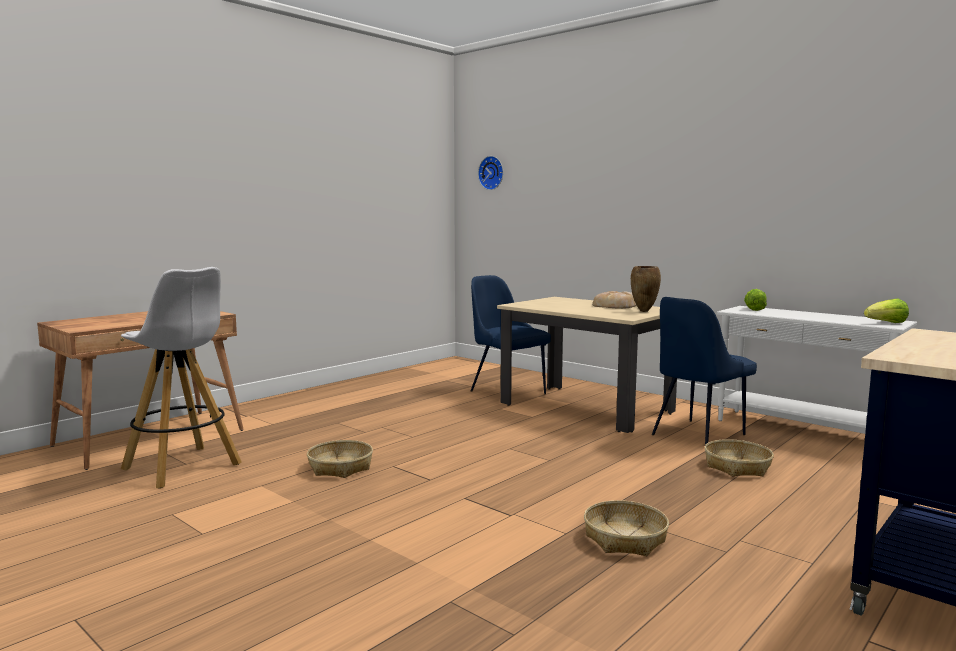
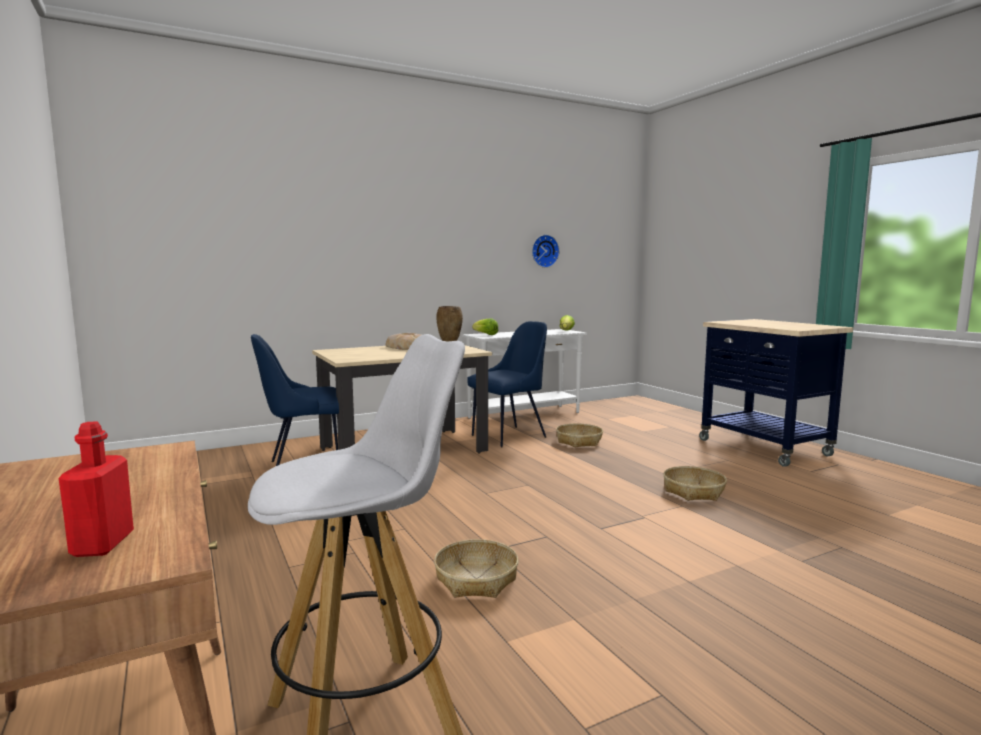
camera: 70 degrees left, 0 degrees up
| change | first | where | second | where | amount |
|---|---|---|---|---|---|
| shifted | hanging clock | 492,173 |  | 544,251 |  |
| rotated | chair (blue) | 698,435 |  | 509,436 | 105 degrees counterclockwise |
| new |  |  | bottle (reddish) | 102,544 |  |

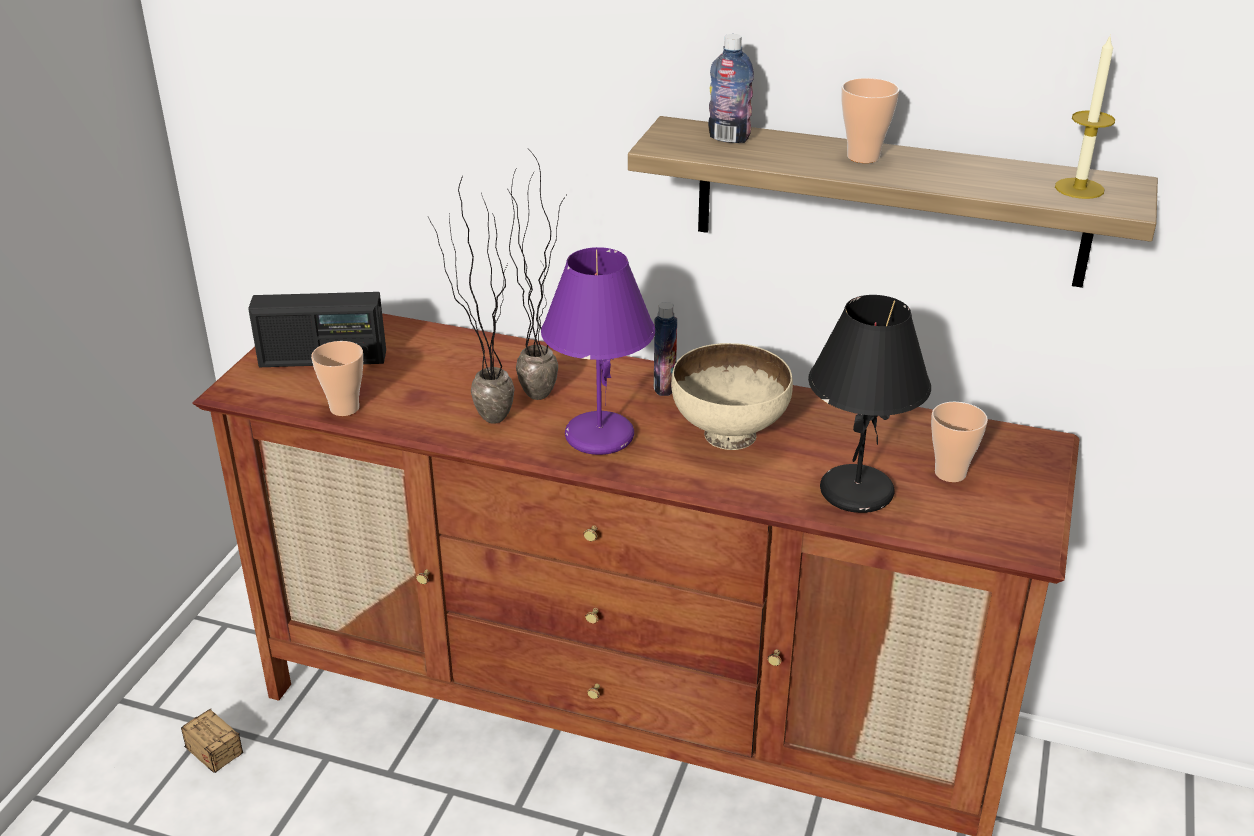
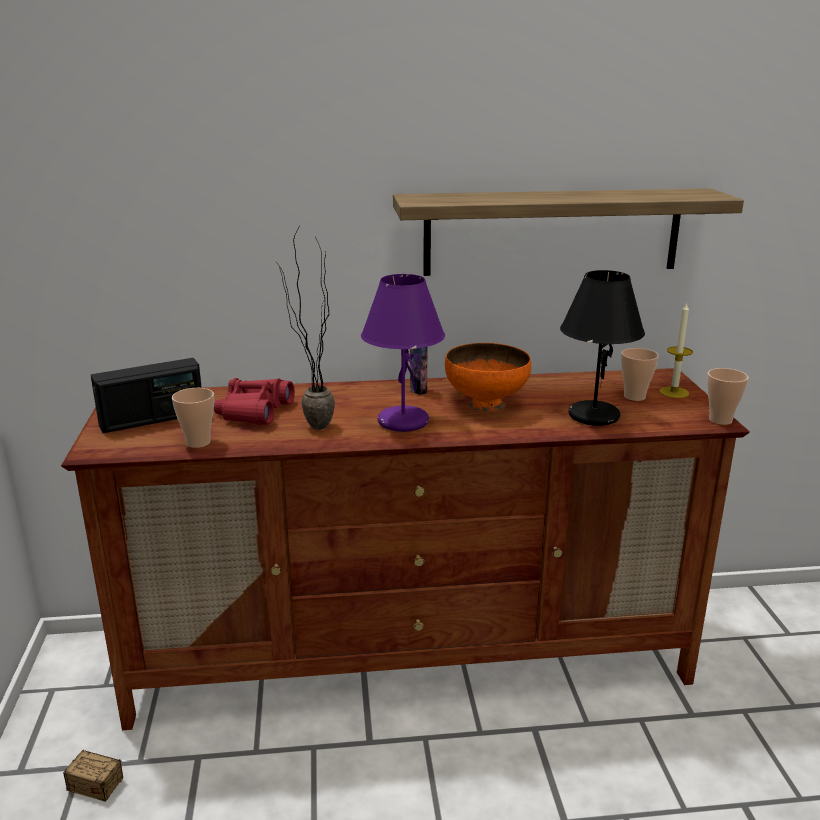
camera: 25 degrees left, 10 degrees down
| change | first | where | second | where | amount |
|---|---|---|---|---|---|
| gone | potted plant | 544,389 |  |  |  |
| repainted | deep dish (beige) | 728,434 | deep dish (orangey) | 485,405 |  |
| gone | bottle | 729,138 |  |  |  |
| shifted | drinking cup | 863,157 |  | 720,420 |  |
| shifted | candle | 1079,188 |  | 674,392 |  |
| new |  |  | pair of binoculars (reddish) | 254,412 |  |

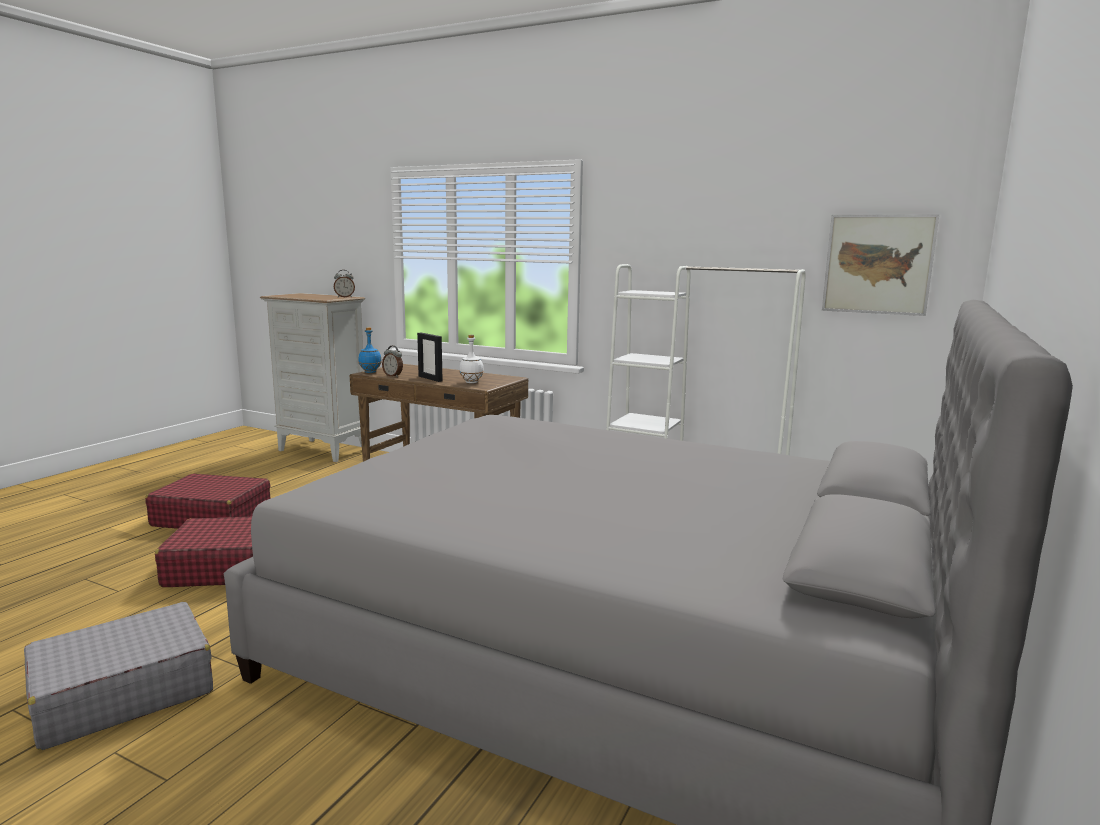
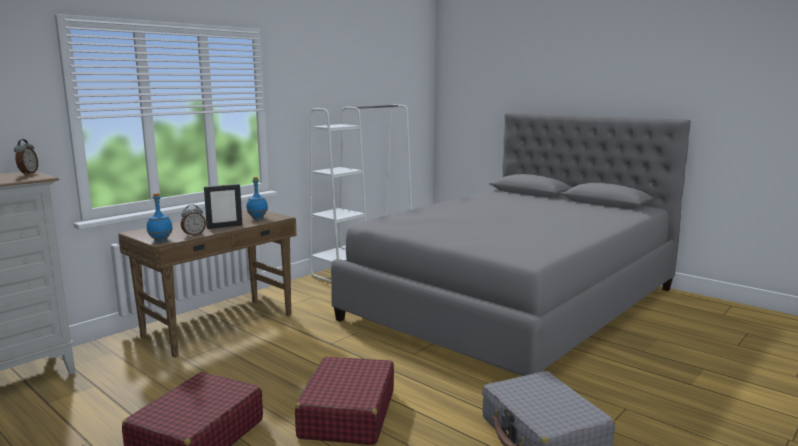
camera: 75 degrees left, 0 degrees up
| change | first | where | second | where | amount |
|---|---|---|---|---|---|
| repainted | bottle (whitish) | 471,382 | bottle (blue) | 257,218 |  |
| gone | wall art | 878,264 |  |  |  |

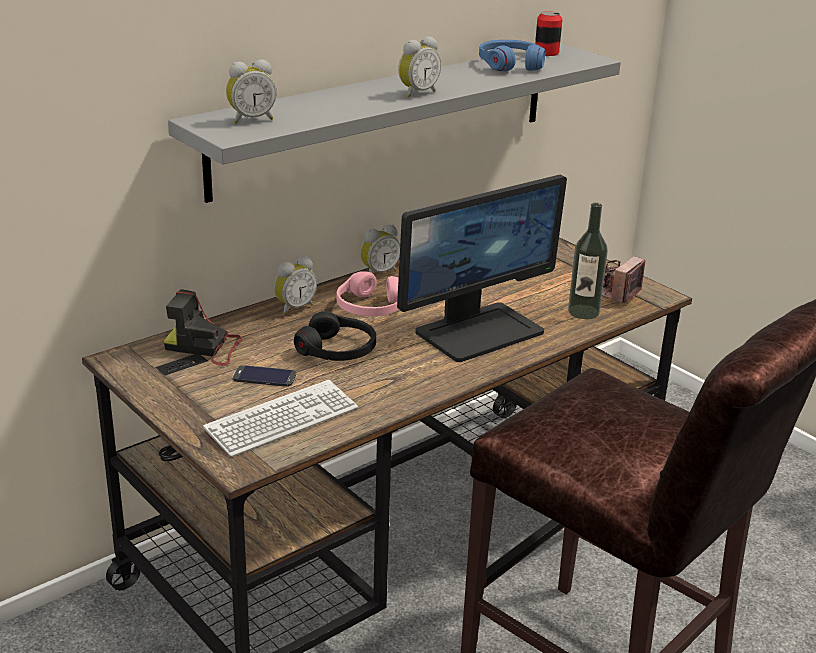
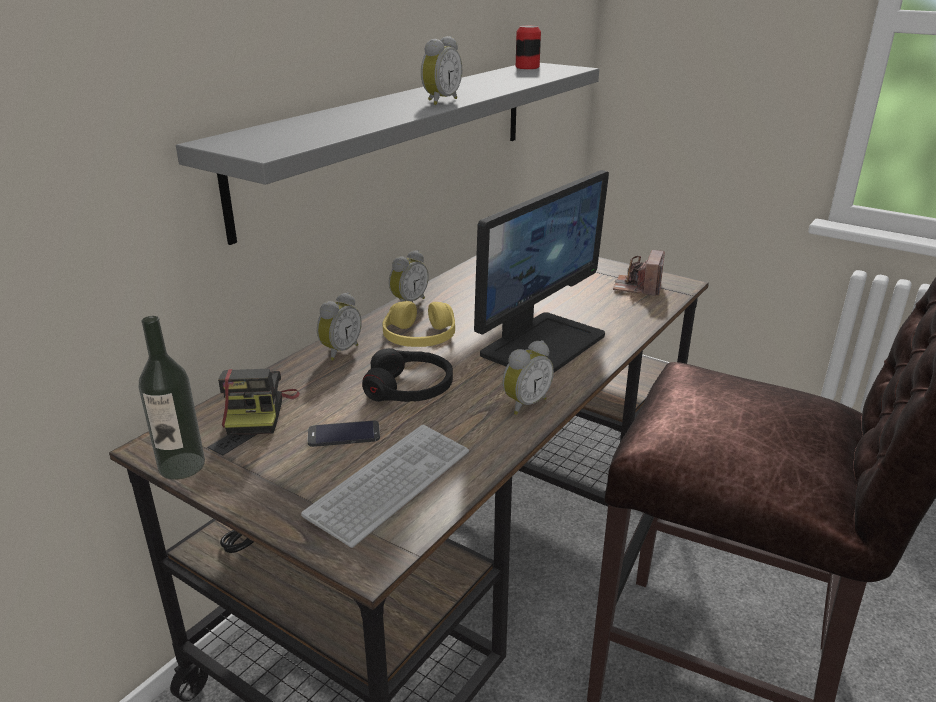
camera: 15 degrees left, 0 degrees up
| change | first | where | second | where | amount |
|---|---|---|---|---|---|
| rotated | still camera | 205,347 |  | 259,412 | 90 degrees counterclockwise |
| shifted | bedside clock | 251,119 |  | 524,403 |  |
| repainted | headset (pink-coloured) | 370,307 | headset (yellow-coloured) | 419,337 |  |
| gone | headset (blue) | 510,65 |  |  |  |
| shifted | bottle | 583,312 |  | 182,466 |  |

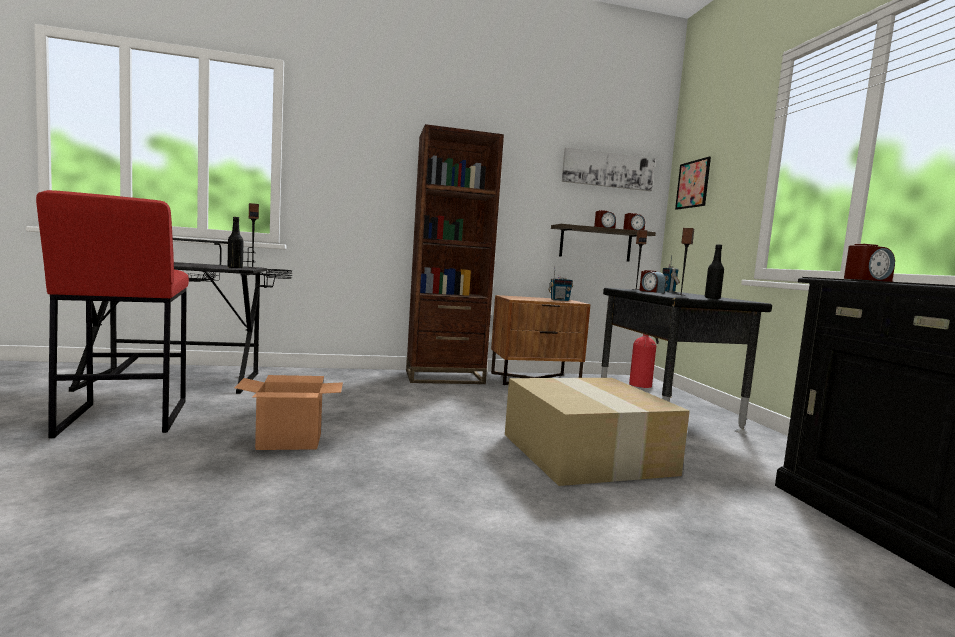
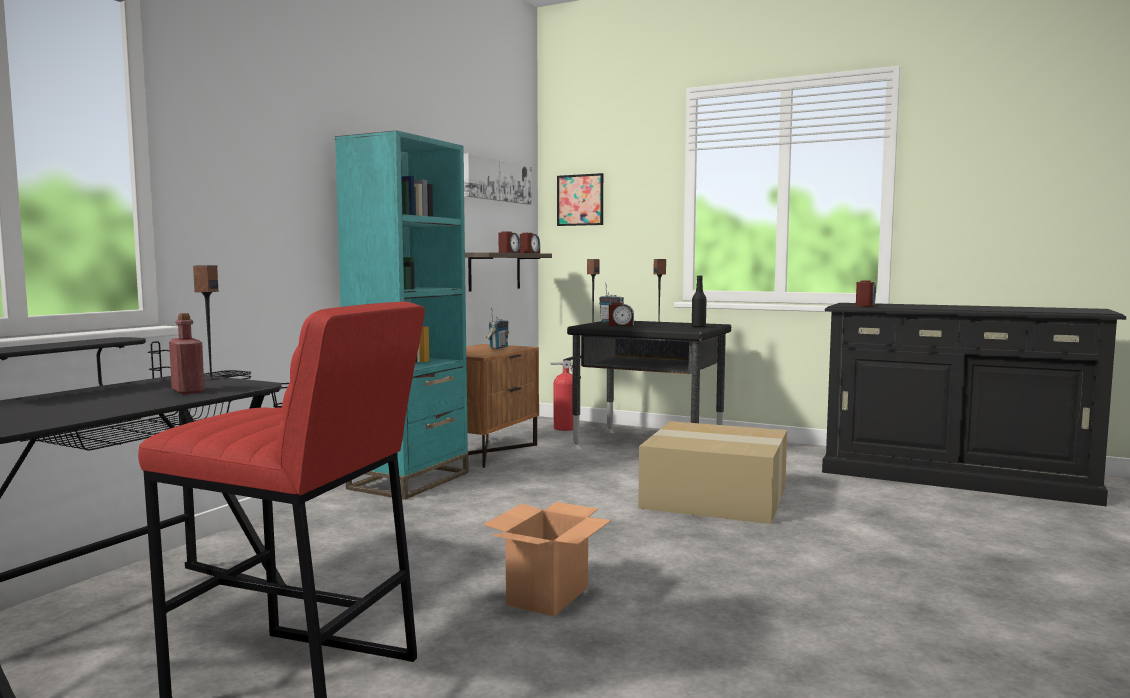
camera: 50 degrees left, 0 degrees up
| change | first | where | second | where | amount |
|---|---|---|---|---|---|
| gone | bottle (black) | 235,268 |  |  |  |
| repainted | bookcase (brown-coloured) | 444,377 | bookcase (blue-green) | 410,480 |  |
| new |  |  | bottle (reddish) | 188,391 |  |

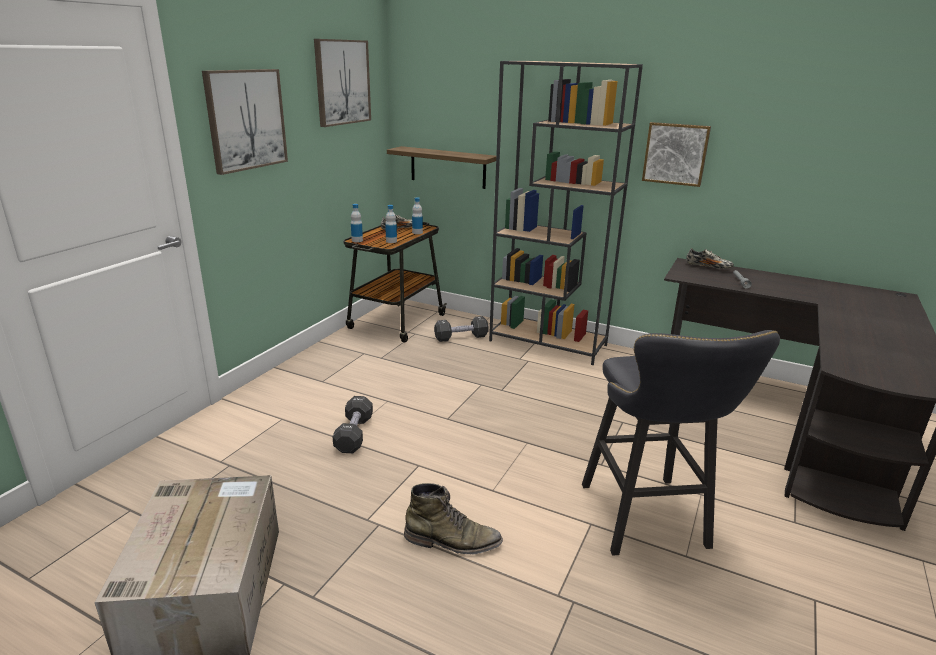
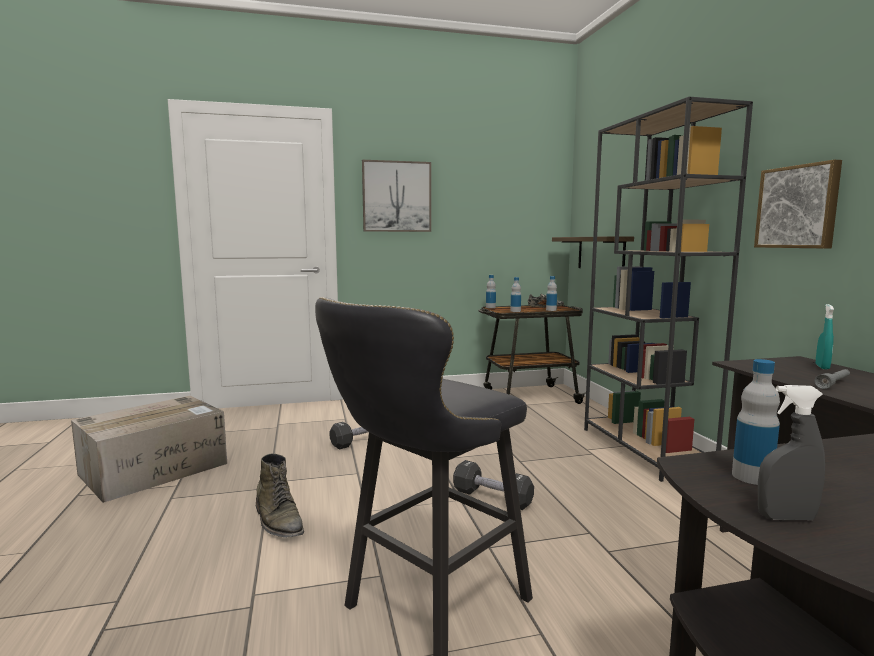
camera: 50 degrees right, 15 degrees down
| change | first | where | second | where | amount |
|---|---|---|---|---|---|
| gone | wall art | 342,82 |  |  |  |
| shifted | free weight (black) | 461,337 |  | 492,498 |  |
| swapped | low shoe | 708,267 | sprayer (blue-green) | 822,367 |  |
| new |  |  | bottle | 752,477 |  |
| new |  |  | sprayer (gray) | 786,517 |  |

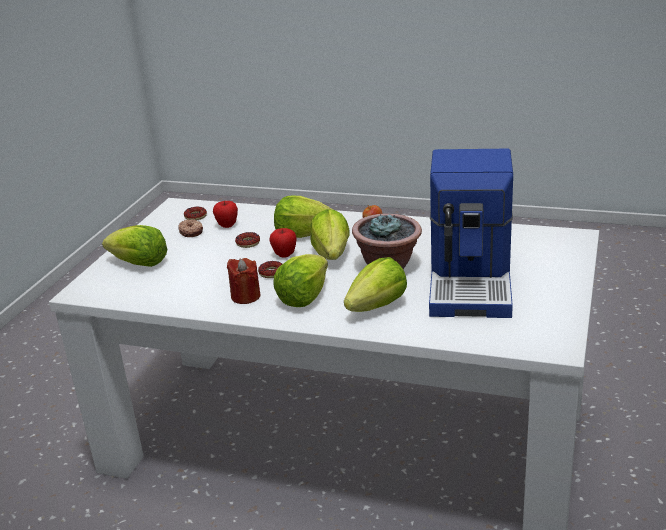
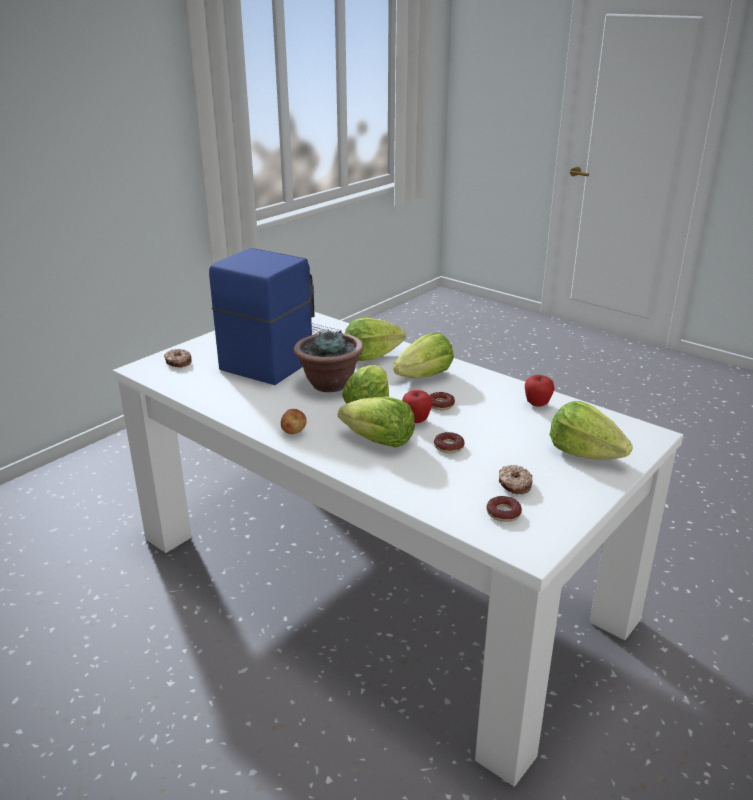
camera: 160 degrees left, 0 degrees up
| change | first | where | second | where | amount |
|---|---|---|---|---|---|
| shifted | whole apple | 227,225 |  | 537,404 |  |
| gone | candle (reddish) | 245,296 |  |  |  |
| new |  |  | ring doughnut | 178,362 |  |

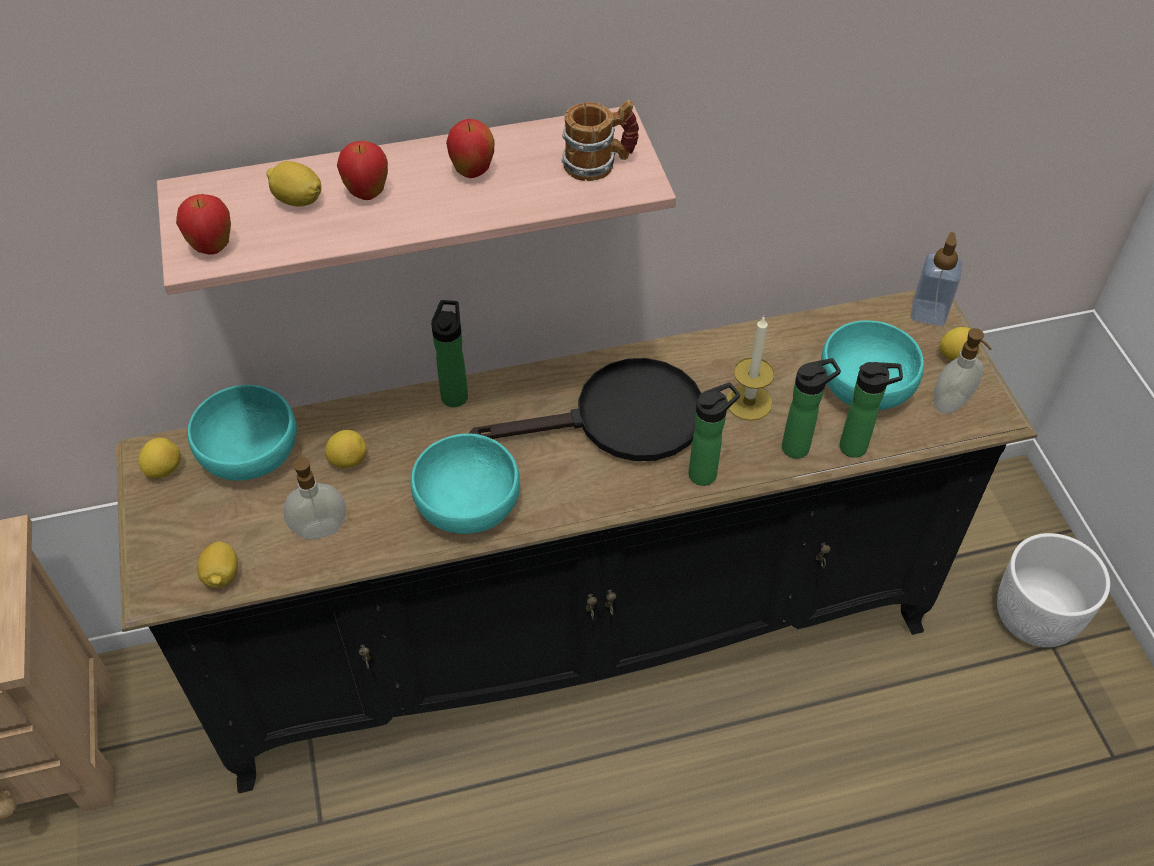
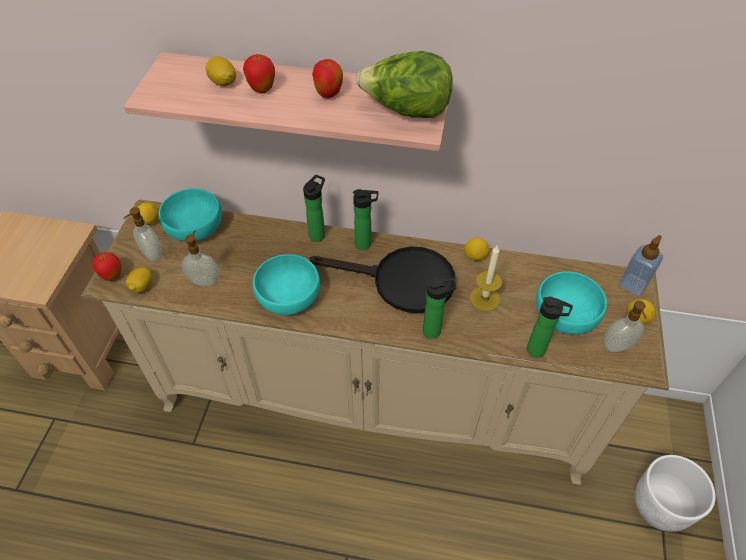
camera: 25 degrees right, 0 degrees up
| change | first | where | second | where | amount |
|---|---|---|---|---|---|
| repainted | storage cabinet (black) | 578,643 | storage cabinet (beige) | 373,405 |  |
| shifted | whole apple | 212,248 |  | 112,276 |  |
| shifted | lemon | 348,460 |  | 475,256 |  |
| swapped | mug | 599,164 | head of lettuce | 406,111 |  |
| shifted | bottle | 799,446 |  | 366,244 |  |
| new |  |  | soap bottle | 152,255 |  |

